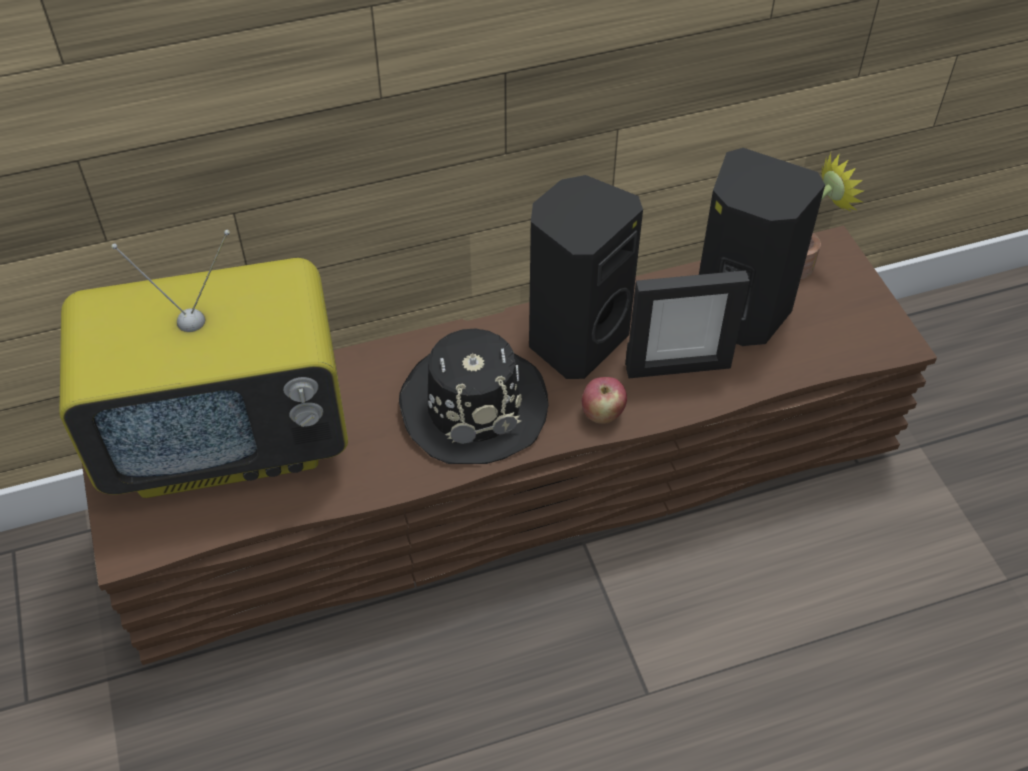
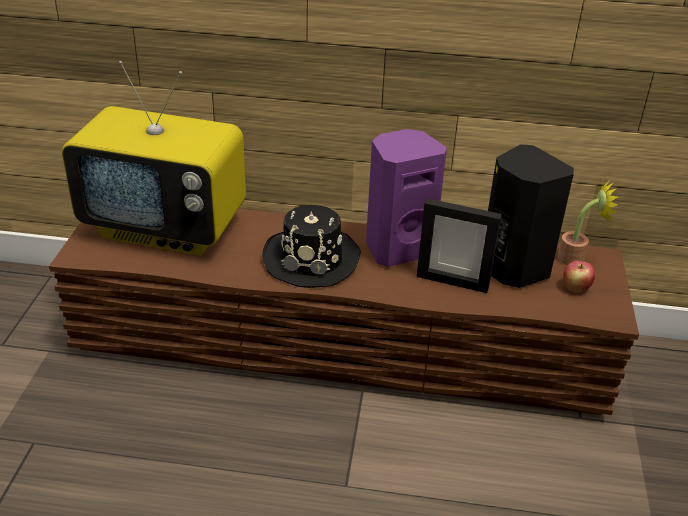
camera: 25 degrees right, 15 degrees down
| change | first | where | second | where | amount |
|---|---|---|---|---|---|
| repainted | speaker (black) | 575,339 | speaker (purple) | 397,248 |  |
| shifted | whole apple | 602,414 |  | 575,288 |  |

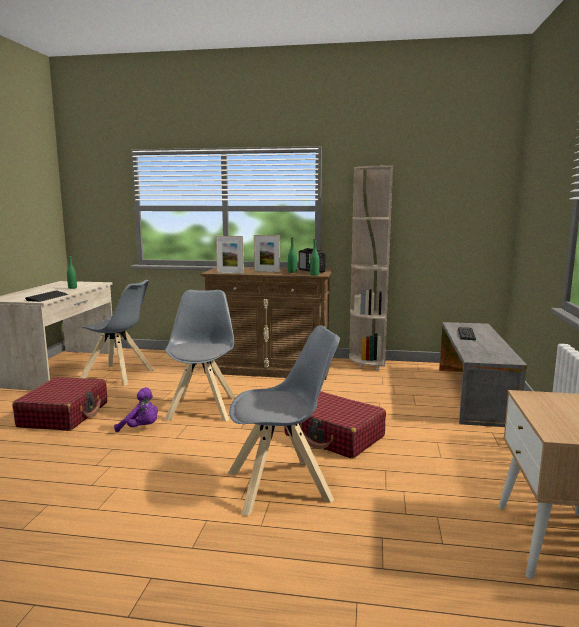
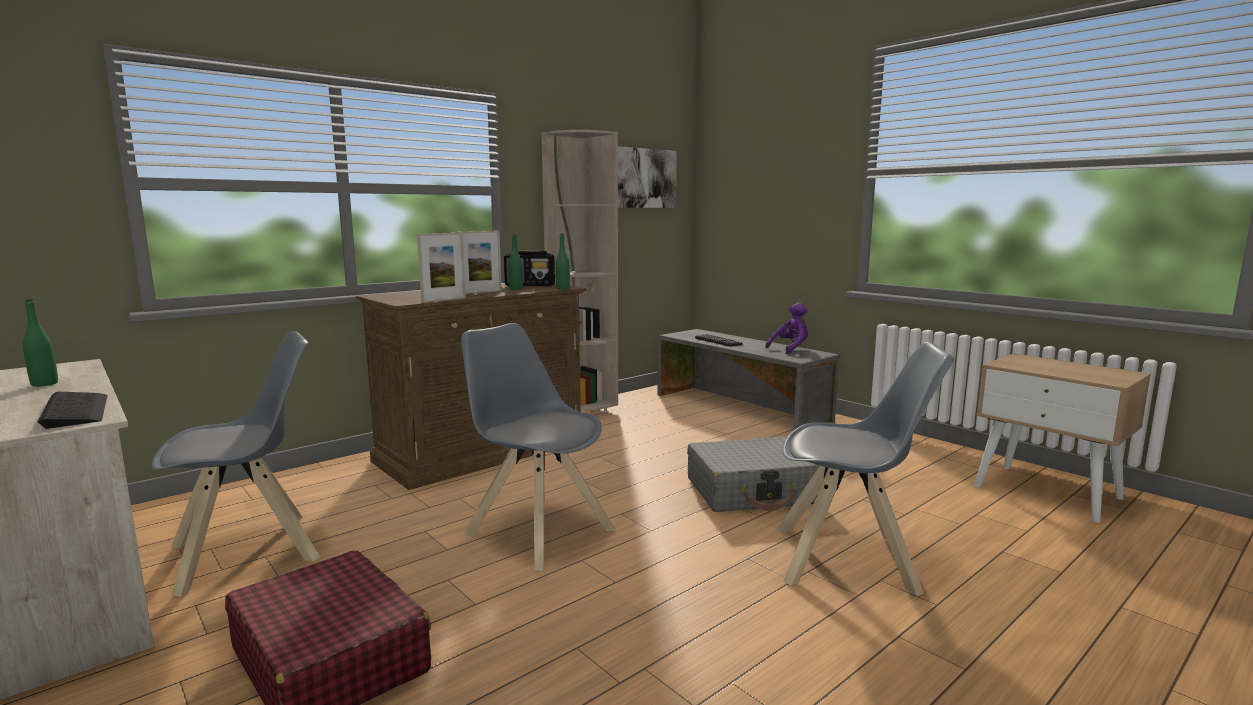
camera: 50 degrees left, 0 degrees up
| change | first | where | second | where | amount |
|---|---|---|---|---|---|
| shifted | plush toy (purple) | 141,428 |  | 790,349 |  |
| rotated | chair (gray) | 282,486 |  | 849,560 | 75 degrees clockwise |
| repainted | travel case (reddish) | 334,436 | travel case (gray) | 752,491 |  |
| new |  |  | wall art | 642,178 |  |

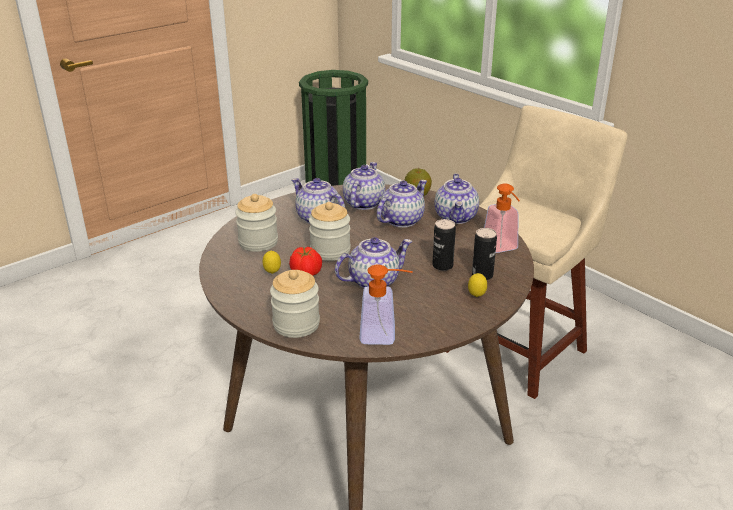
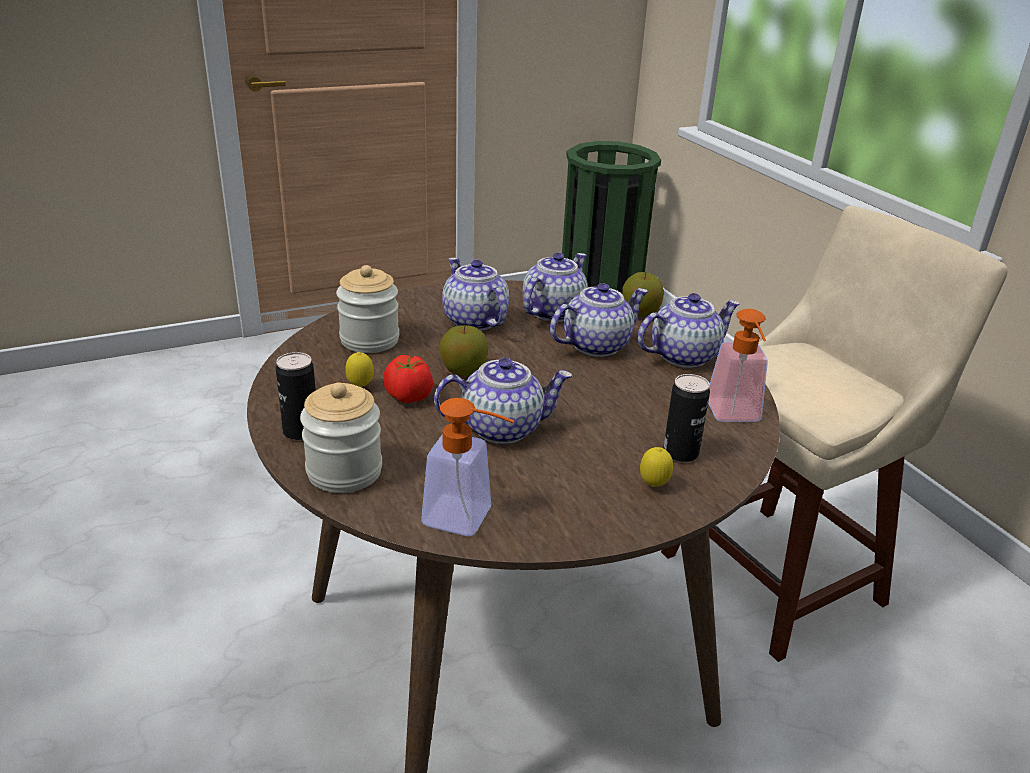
camera: 15 degrees right, 0 degrees up
| change | first | where | second | where | amount |
|---|---|---|---|---|---|
| swapped | storage jar | 330,251 | whole apple | 463,371 |  |
| shifted | metal can | 442,266 |  | 301,431 |  |
| rotated | teapot | 456,217 |  | 683,355 | 135 degrees counterclockwise |

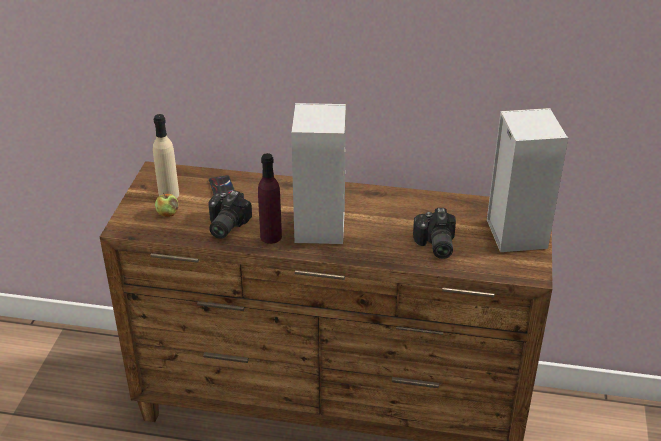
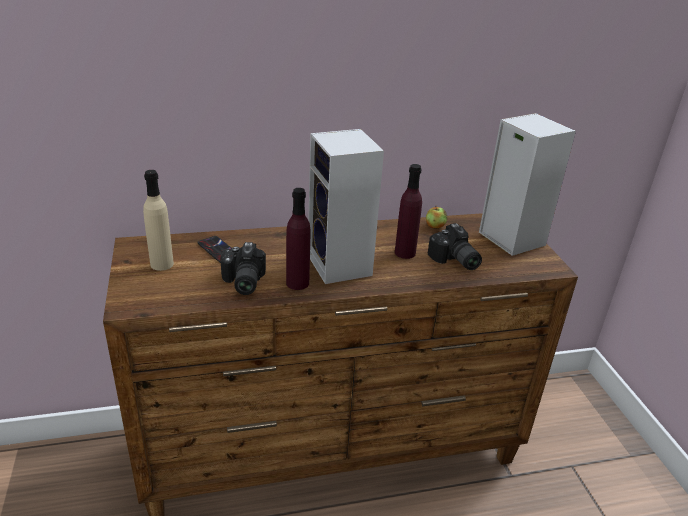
camera: 25 degrees left, 5 degrees down
| change | first | where | second | where | amount |
|---|---|---|---|---|---|
| shifted | whole apple | 168,213 |  | 435,226 |  |
| new |  |  | bottle (purple) | 405,253 |  |

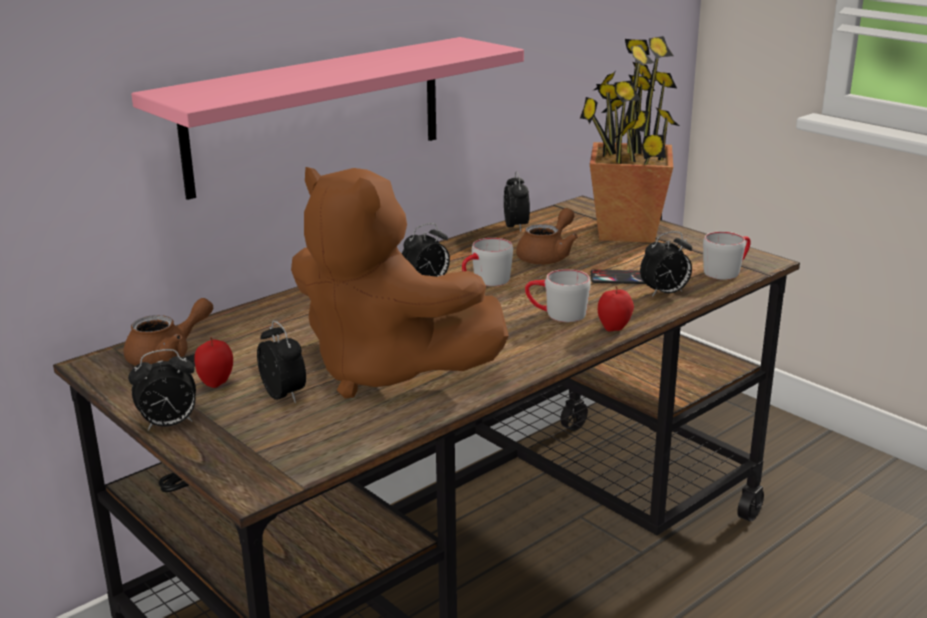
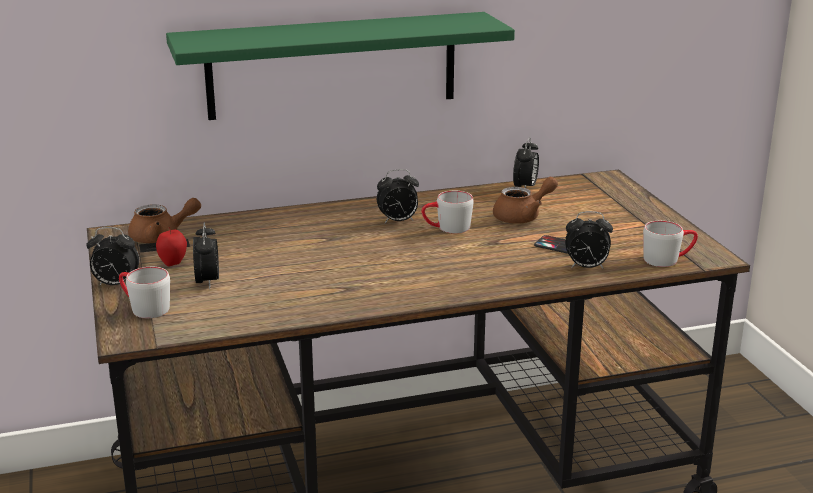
camera: 25 degrees right, 0 degrees up
| change | first | where | second | where | amount |
|---|---|---|---|---|---|
| repainted | bracket shelf (pink-coloured) | 317,114 | bracket shelf (green-coloured) | 332,65 |  |
| gone | plush toy (brown-coloured) | 385,371 |  |  |  |
| shifted | mug (gray) | 556,314 |  | 143,308 |  |
| gone | potted plant | 627,232 |  |  |  |
| gone | whole apple | 614,328 |  |  |  |

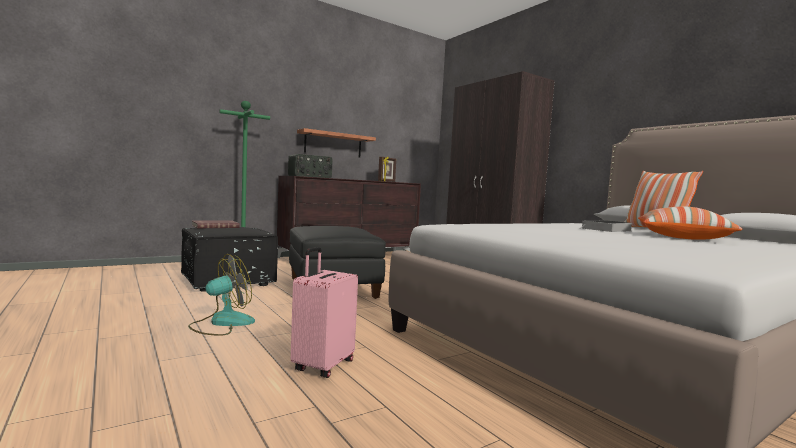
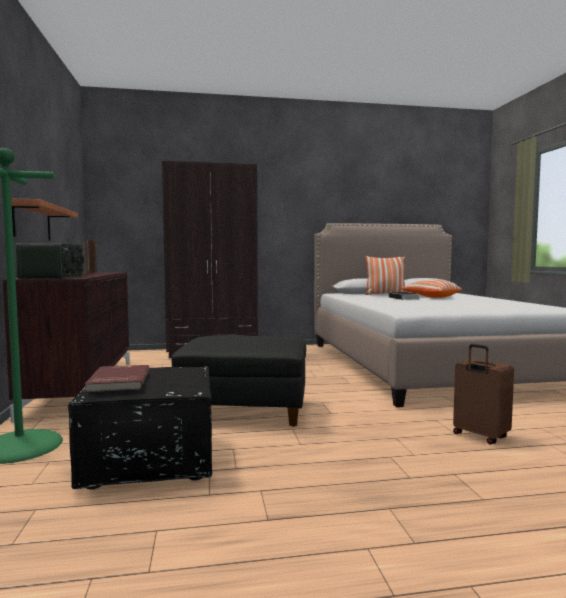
camera: 65 degrees left, 0 degrees up
| change | first | where | second | where | amount |
|---|---|---|---|---|---|
| gone | fan | 222,323 |  |  |  |
| repainted | travel case (pink-coloured) | 322,366 | travel case (brown-coloured) | 480,436 |  |

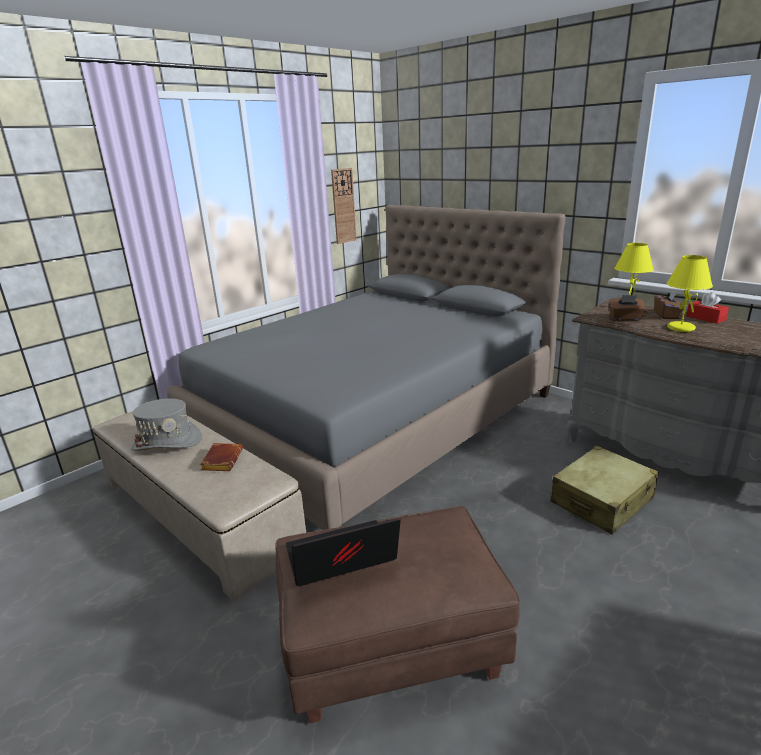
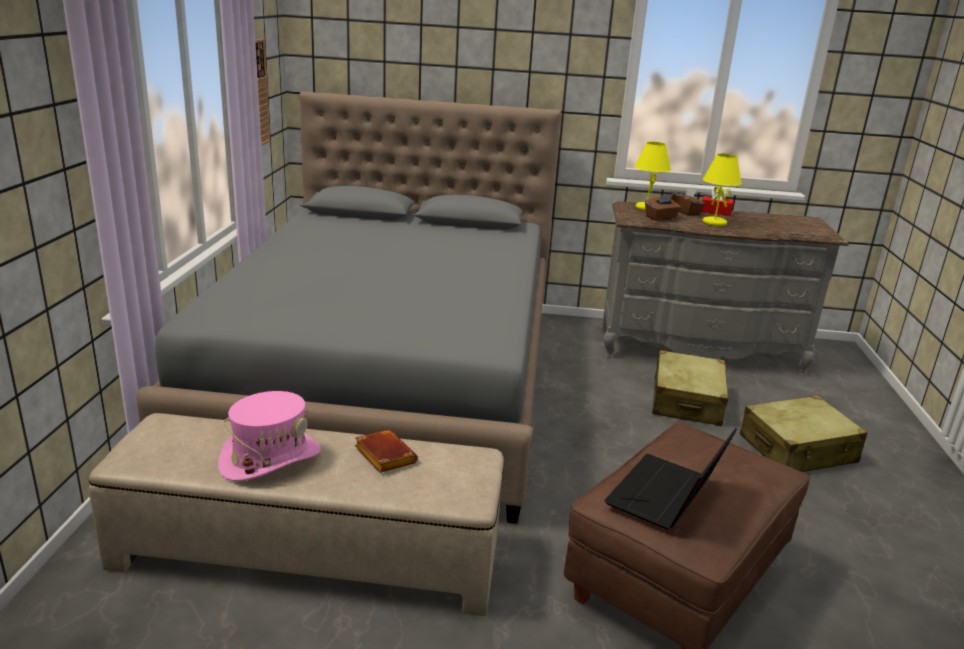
camera: 40 degrees left, 0 degrees up
| change | first | where | second | where | amount |
|---|---|---|---|---|---|
| repainted | clothing hat (gray) | 167,442 | clothing hat (pink-coloured) | 270,458 |  |
| new |  |  | travel case (beige) | 797,450 |  |

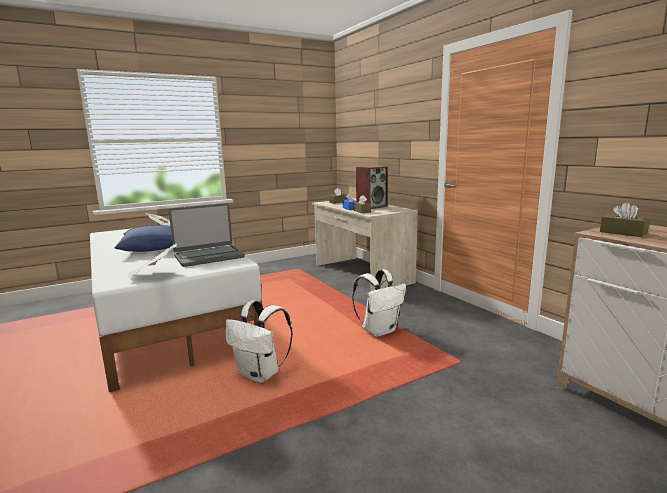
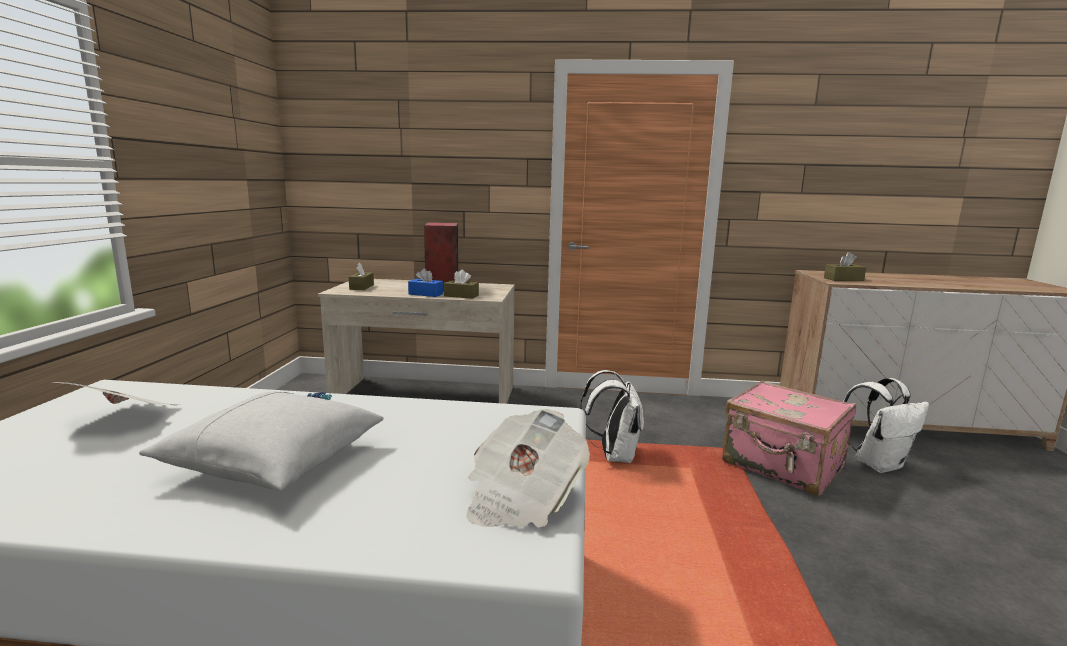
camera: 55 degrees left, 0 degrees up
| change | first | where | second | where | amount |
|---|---|---|---|---|---|
| repainted | cushion (blue) | 152,248 | cushion (gray) | 275,462 |  |
| gone | laptop | 209,256 |  |  |  |
| shifted | rucksack (whitish) | 261,374 |  | 877,464 |  |
| new |  |  | travel case (pink-coloured) | 782,466 |  |

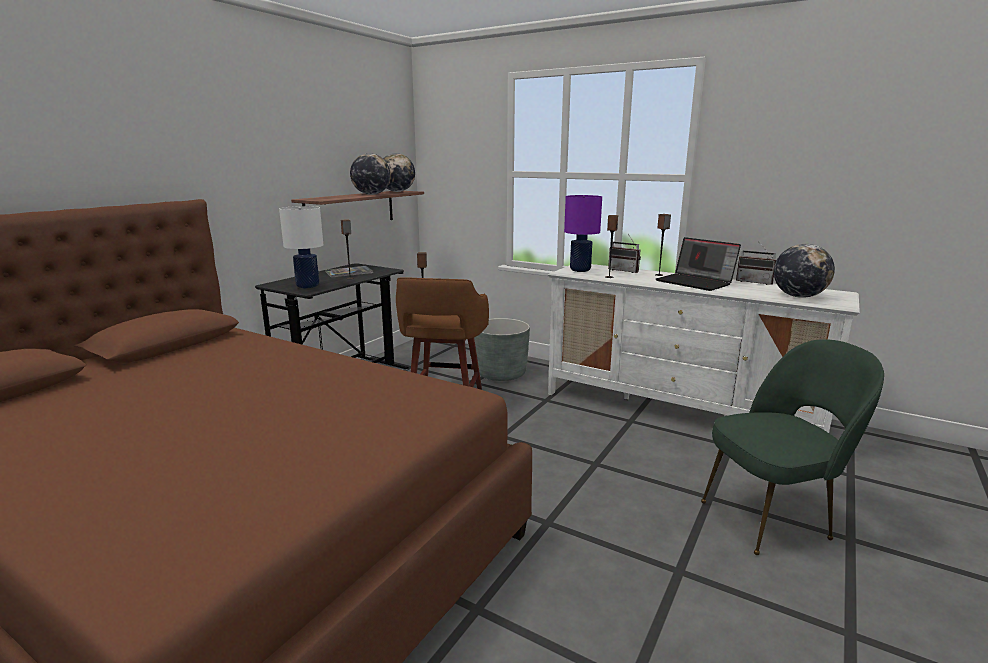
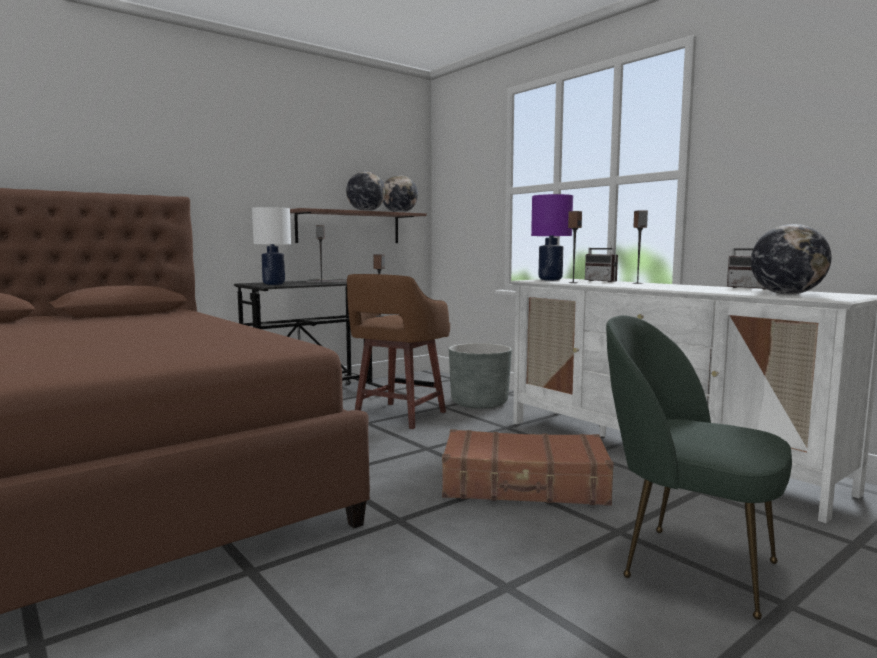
camera: 20 degrees right, 10 degrees down
| change | first | where | second | where | amount |
|---|---|---|---|---|---|
| gone | laptop | 696,282 |  |  |  |
| rotated | chair (green-coloured) | 772,519 |  | 686,565 | 150 degrees counterclockwise |
| new |  |  | travel case (brown-coloured) | 524,485 |  |

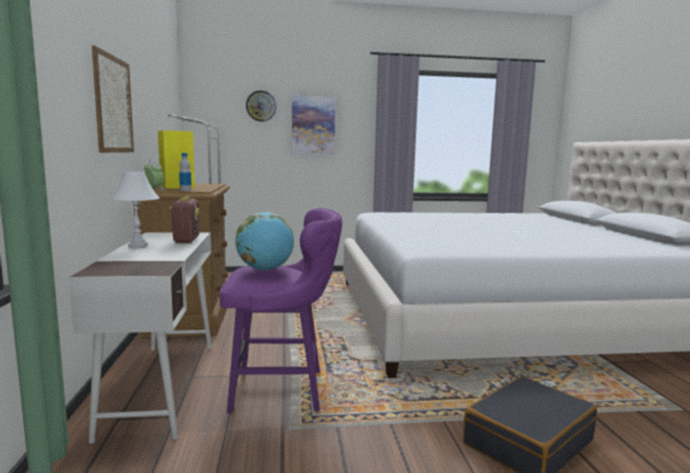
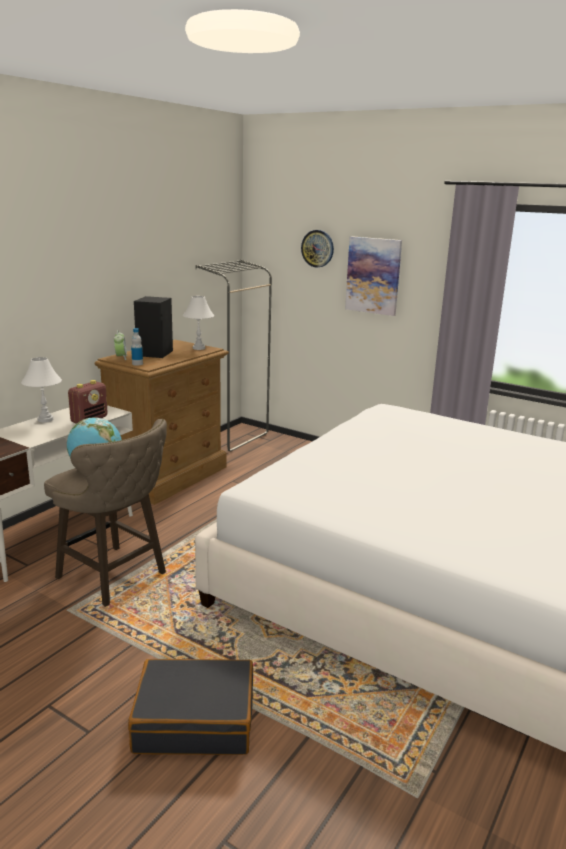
camera: 40 degrees right, 10 degrees up
| change | first | where | second | where | amount |
|---|---|---|---|---|---|
| gone | wall art | 113,103 |  |  |  |
| repainted | speaker (yellow-coloured) | 177,187 | speaker (black) | 155,353 |  |
| repainted | stool seat (purple) | 283,390 | stool seat (beige) | 115,577 |  |
| new |  |  | tabletop lamp (whitish) | 198,348 |  |

